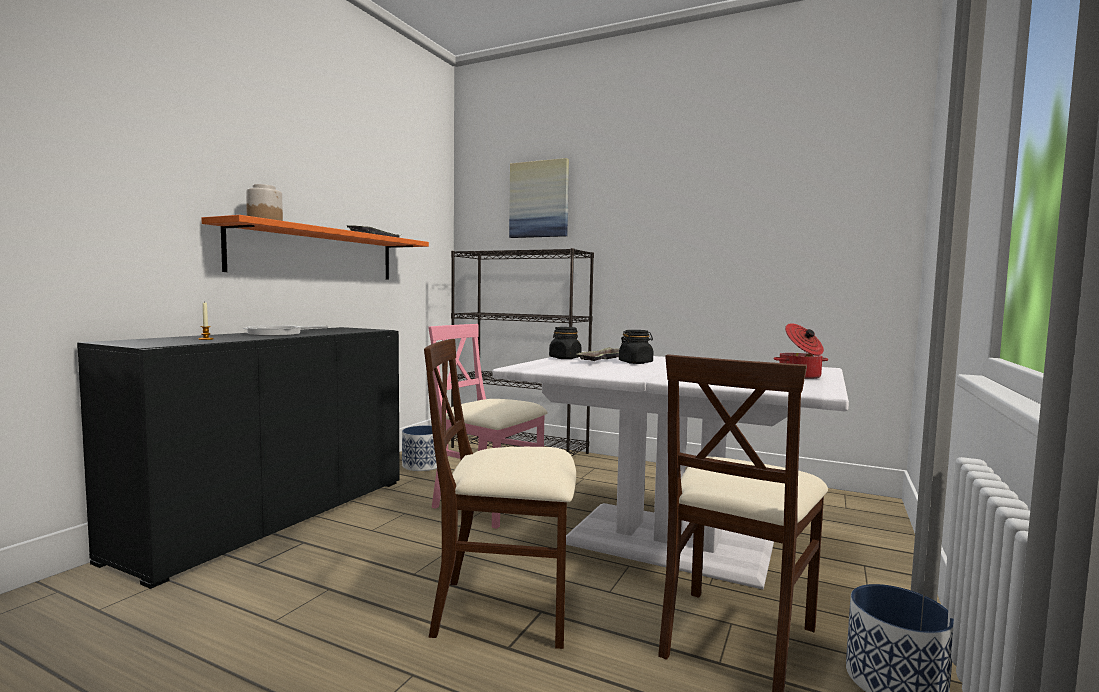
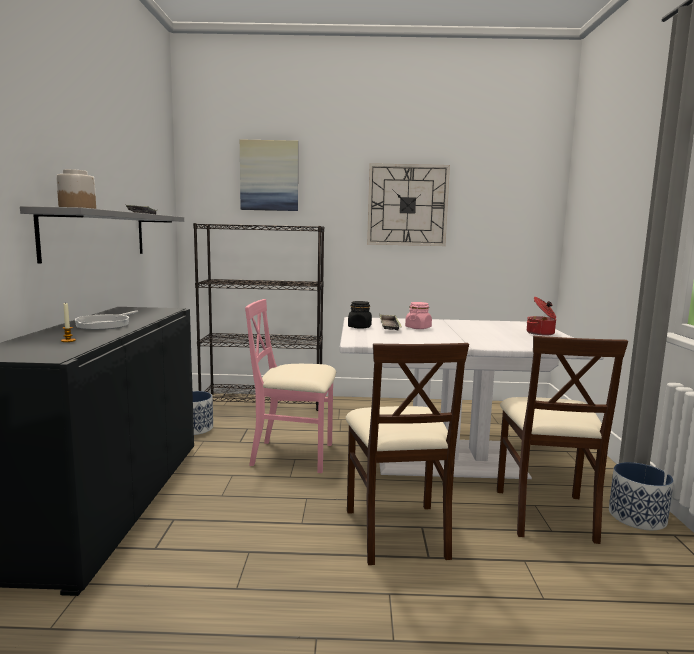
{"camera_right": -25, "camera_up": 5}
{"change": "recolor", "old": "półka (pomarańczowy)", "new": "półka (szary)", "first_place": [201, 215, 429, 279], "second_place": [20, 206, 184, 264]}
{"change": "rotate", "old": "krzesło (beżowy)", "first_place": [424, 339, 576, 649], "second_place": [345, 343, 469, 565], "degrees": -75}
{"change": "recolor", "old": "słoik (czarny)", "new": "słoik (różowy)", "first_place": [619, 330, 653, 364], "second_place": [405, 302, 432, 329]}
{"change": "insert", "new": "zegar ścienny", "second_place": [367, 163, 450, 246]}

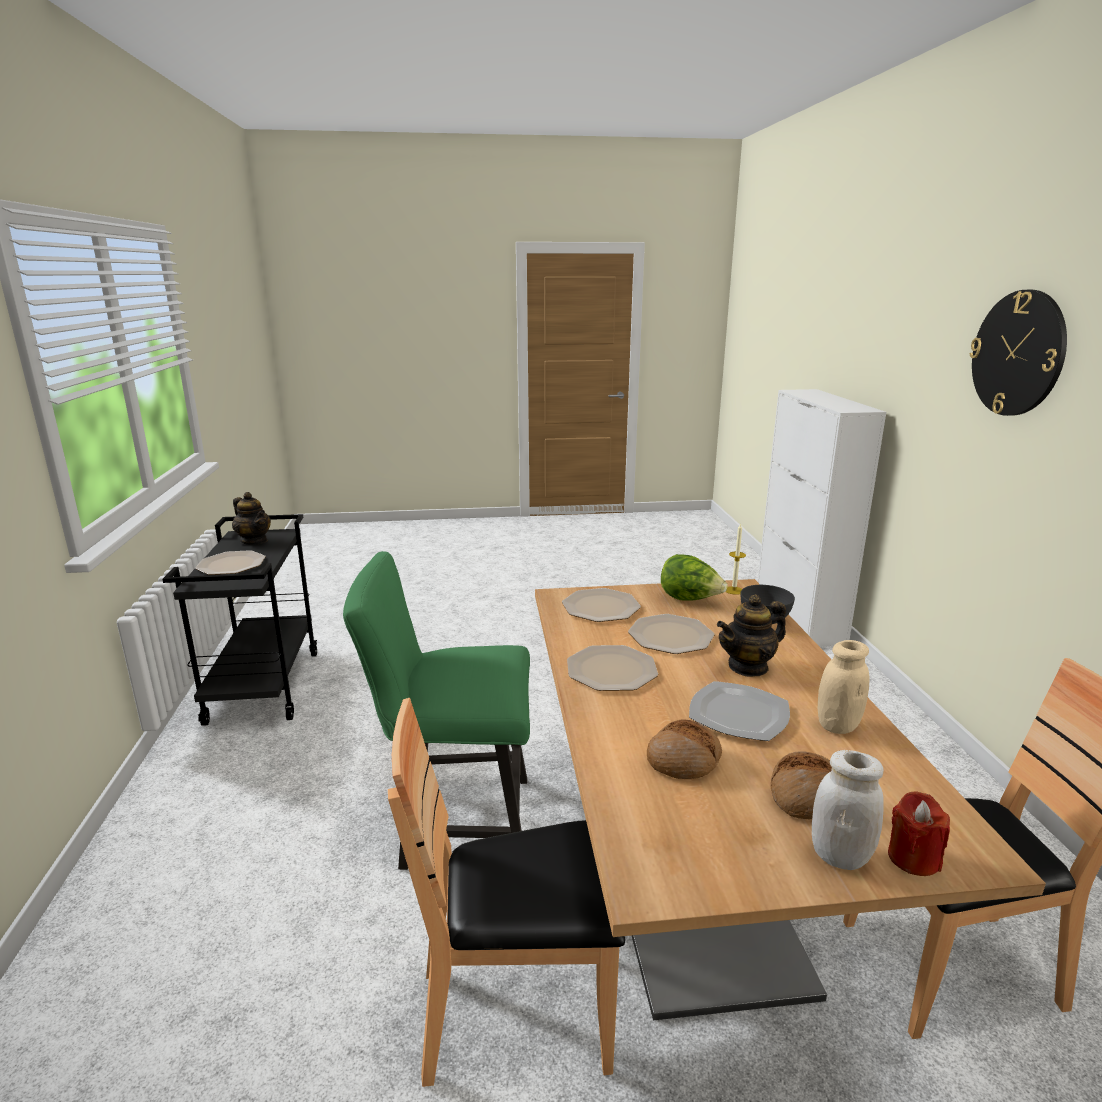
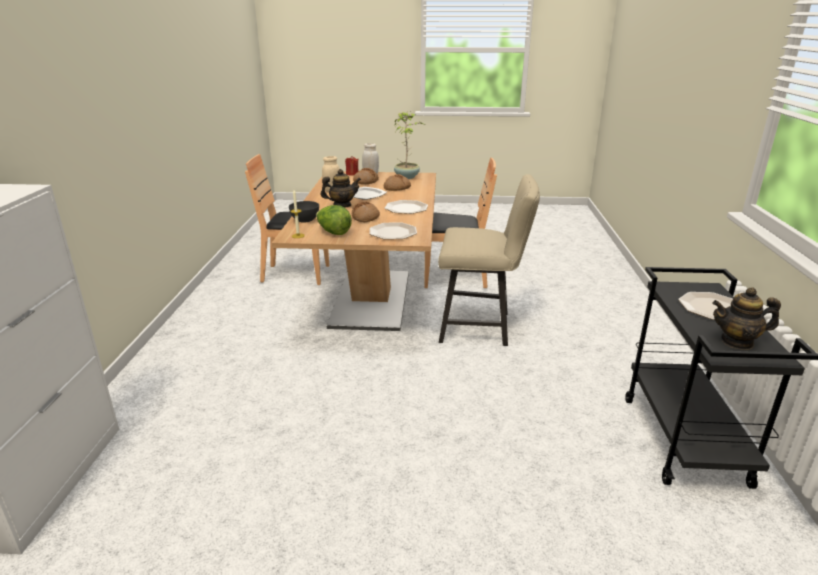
{"camera_right": -170, "camera_up": 5}
{"change": "rotate", "old": "imbryk", "first_place": [232, 492, 271, 545], "second_place": [712, 287, 781, 350], "degrees": -45}
{"change": "recolor", "old": "krzesło (zielony)", "new": "krzesło (beżowy)", "first_place": [343, 551, 530, 870], "second_place": [438, 174, 540, 346]}
{"change": "replace", "old": "talerz", "new": "chleb", "first_place": [628, 614, 715, 654], "second_place": [352, 201, 380, 222]}
{"change": "delete", "old": "zegar ścienny", "first_place": [970, 290, 1067, 416]}
{"change": "insert", "new": "roślina doniczkowa", "second_place": [394, 111, 425, 179]}

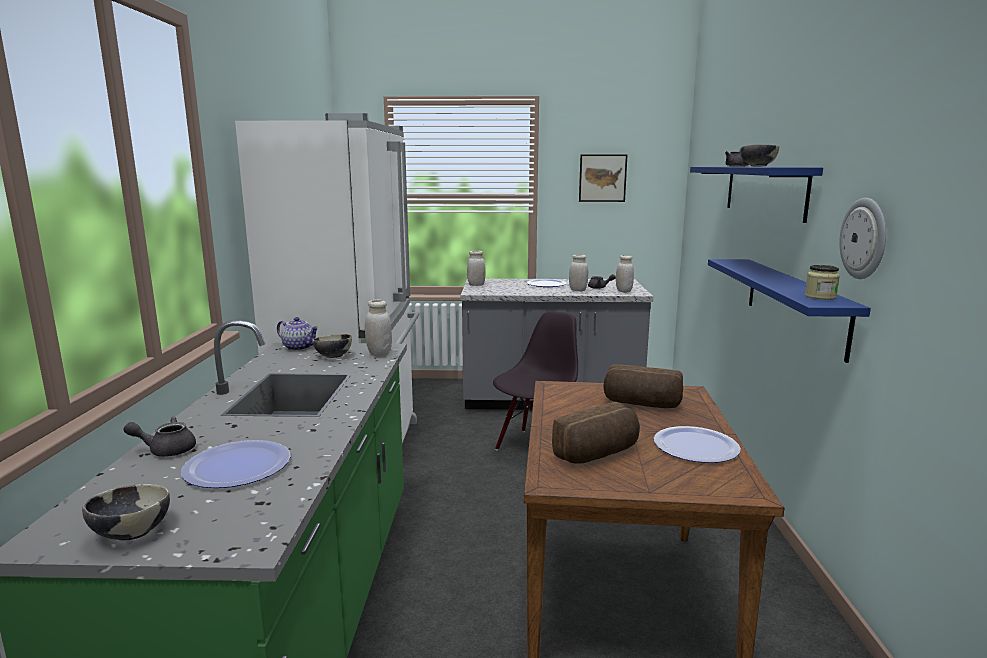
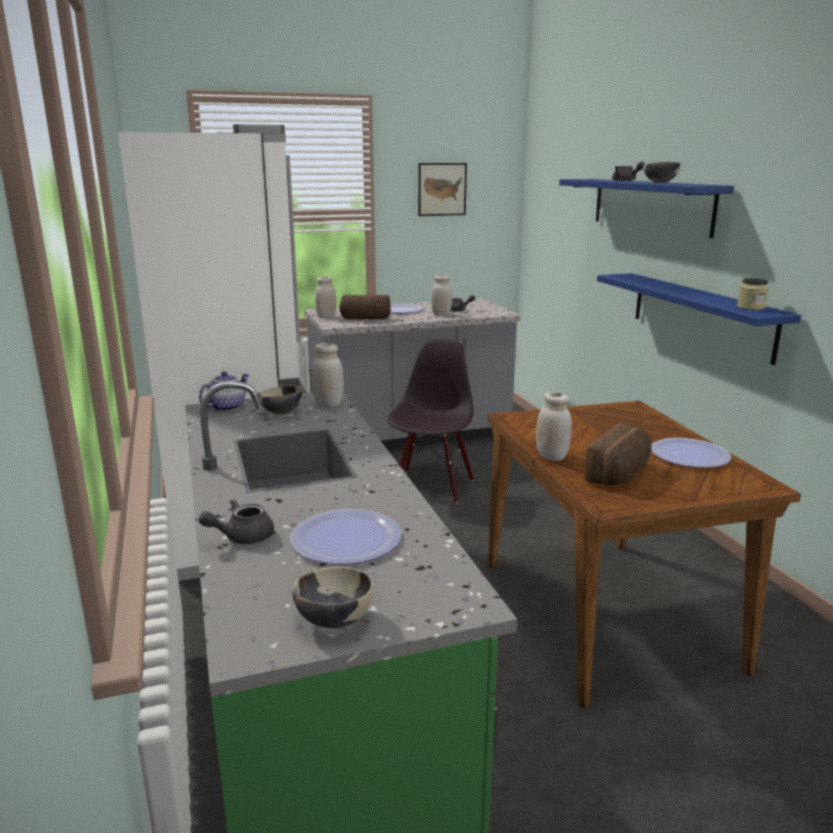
{"camera_right": -20, "camera_up": 5}
{"change": "rotate", "old": "imbryk", "first_place": [277, 317, 319, 351], "second_place": [199, 372, 250, 411], "degrees": -60}
{"change": "move", "old": "chleb", "first_place": [603, 364, 683, 408], "second_place": [340, 295, 391, 319]}
{"change": "move", "old": "słoik (biały)", "first_place": [616, 255, 634, 292], "second_place": [536, 392, 572, 461]}
{"change": "delete", "old": "zegar ścienny", "first_place": [839, 198, 886, 279]}

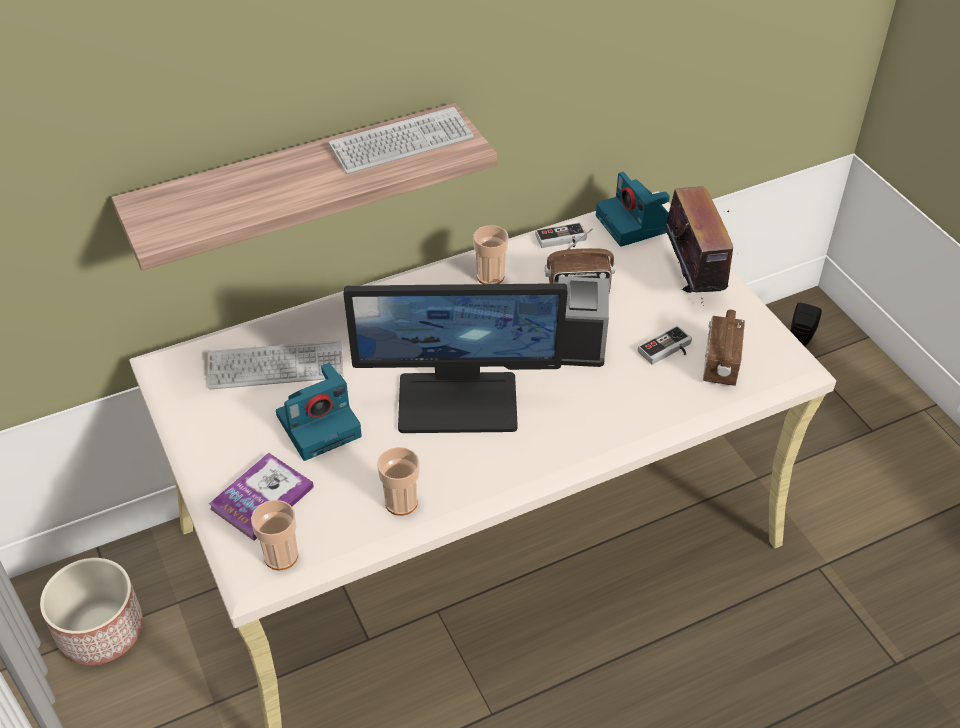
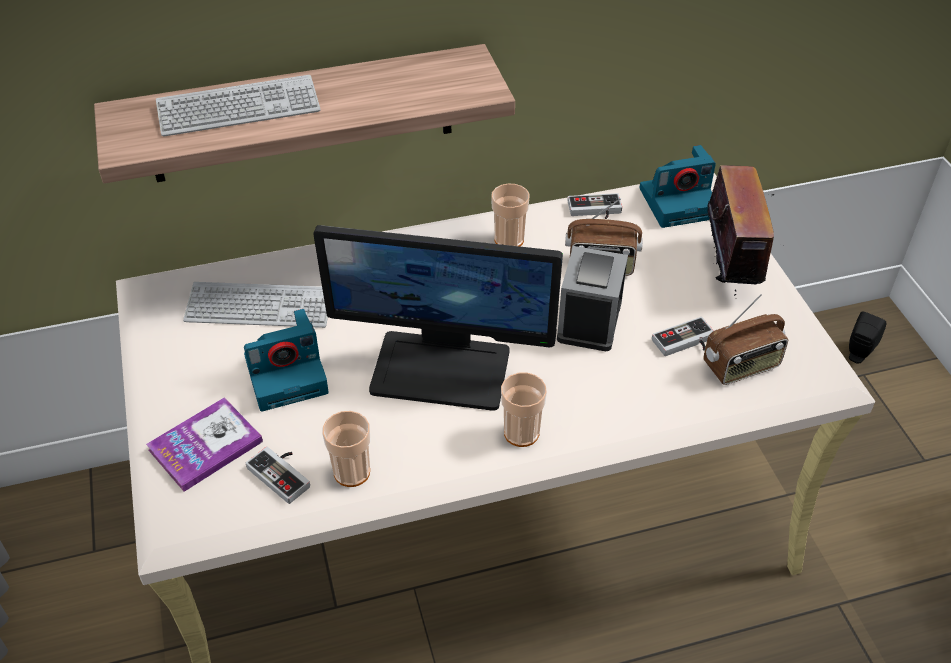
{"camera_right": 10, "camera_up": 0}
{"change": "delete", "old": "donica", "first_place": [40, 558, 143, 665]}
{"change": "move", "old": "filiżanka", "first_place": [251, 500, 298, 571], "second_place": [501, 372, 547, 447]}
{"change": "move", "old": "klawiatura", "first_place": [329, 107, 474, 174], "second_place": [156, 75, 321, 137]}
{"change": "rotate", "old": "aparat fotograficzny", "first_place": [596, 172, 670, 247], "second_place": [640, 145, 716, 228], "degrees": -90}
{"change": "rotate", "old": "radio", "first_place": [703, 310, 745, 386], "second_place": [703, 294, 788, 385], "degrees": -135}
{"change": "insert", "new": "pad do gier", "second_place": [246, 447, 310, 504]}

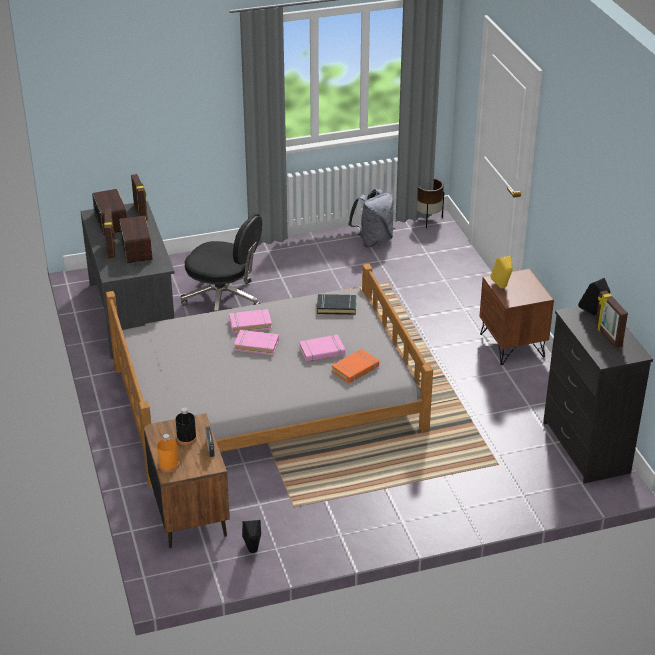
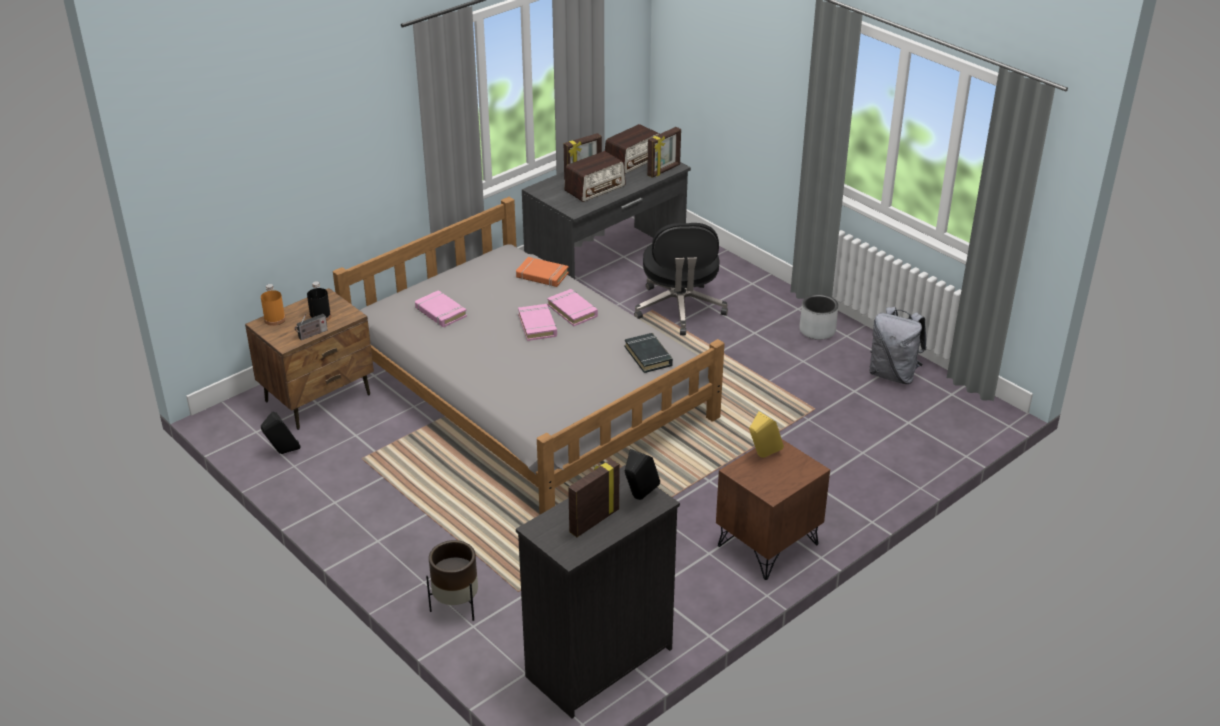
{"camera_right": 65, "camera_up": 0}
{"change": "move", "old": "książka (różowy)", "first_place": [299, 335, 345, 362], "second_place": [415, 290, 467, 327]}
{"change": "move", "old": "książka (pomarańczowy)", "first_place": [331, 349, 379, 383], "second_place": [516, 257, 569, 287]}
{"change": "move", "old": "donica (brązowy)", "first_place": [417, 178, 444, 228], "second_place": [426, 540, 478, 621]}
{"change": "insert", "new": "donica (szary)", "second_place": [799, 294, 838, 340]}

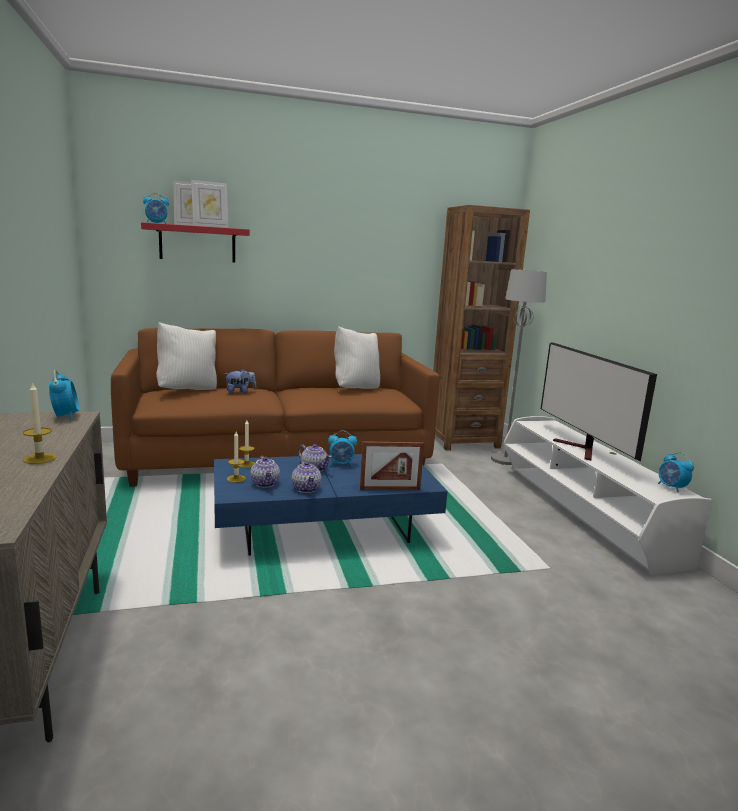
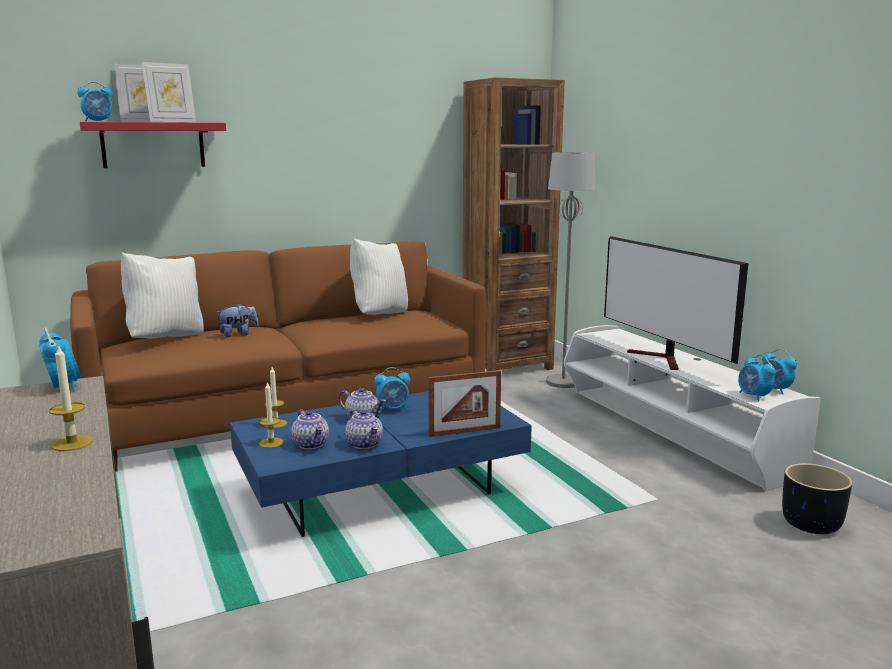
{"camera_right": -10, "camera_up": 0}
{"change": "insert", "new": "budzik", "second_place": [738, 354, 775, 401]}
{"change": "insert", "new": "donica (czarny)", "second_place": [782, 463, 853, 534]}

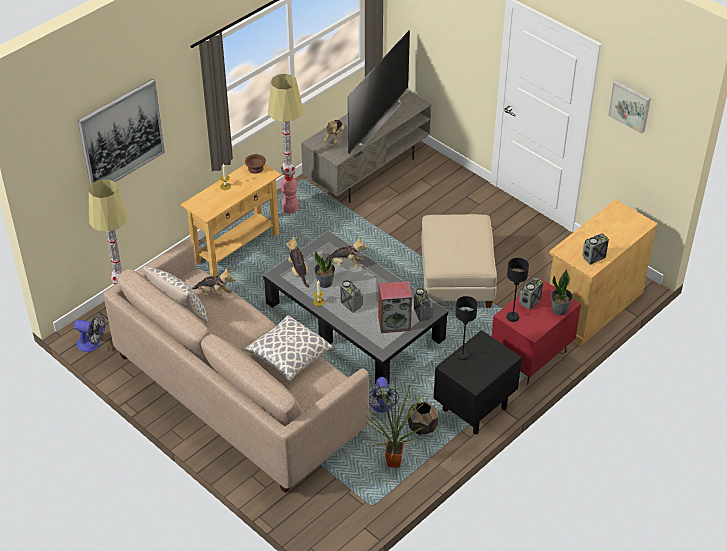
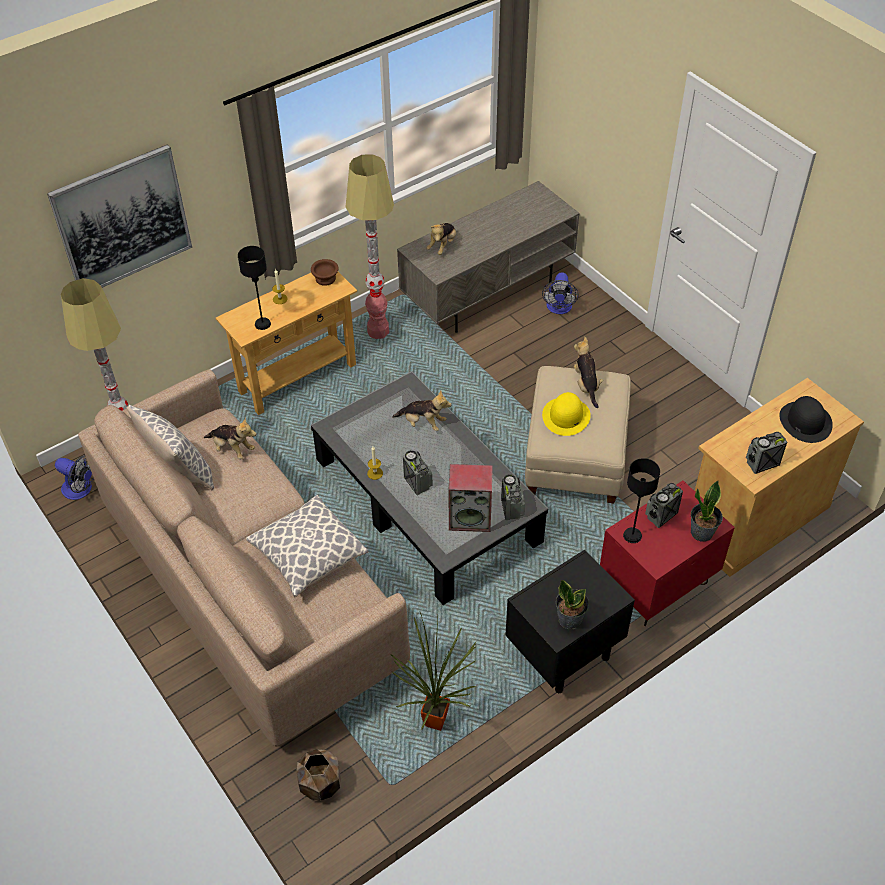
{"camera_right": 10, "camera_up": 5}
{"change": "move", "old": "pluszak", "first_place": [286, 236, 311, 288], "second_place": [574, 337, 603, 408]}
{"change": "move", "old": "roślina doniczkowa", "first_place": [314, 251, 335, 288], "second_place": [556, 580, 589, 629]}
{"change": "delete", "old": "telewizor", "first_place": [348, 30, 410, 154]}
{"change": "move", "old": "wentylator", "first_place": [369, 377, 399, 413], "second_place": [542, 272, 578, 314]}
{"change": "move", "old": "donica (brązowy)", "first_place": [408, 401, 438, 435], "second_place": [296, 749, 341, 801]}
{"change": "move", "old": "lampa stołowa (czarny)", "first_place": [455, 296, 478, 361], "second_place": [238, 246, 271, 330]}
{"change": "delete", "old": "obraz", "first_place": [608, 80, 651, 134]}
{"change": "insert", "new": "kapelusz (żółty)", "second_place": [542, 392, 591, 436]}
{"change": "insert", "new": "kapelusz (czarny)", "second_place": [779, 396, 833, 443]}

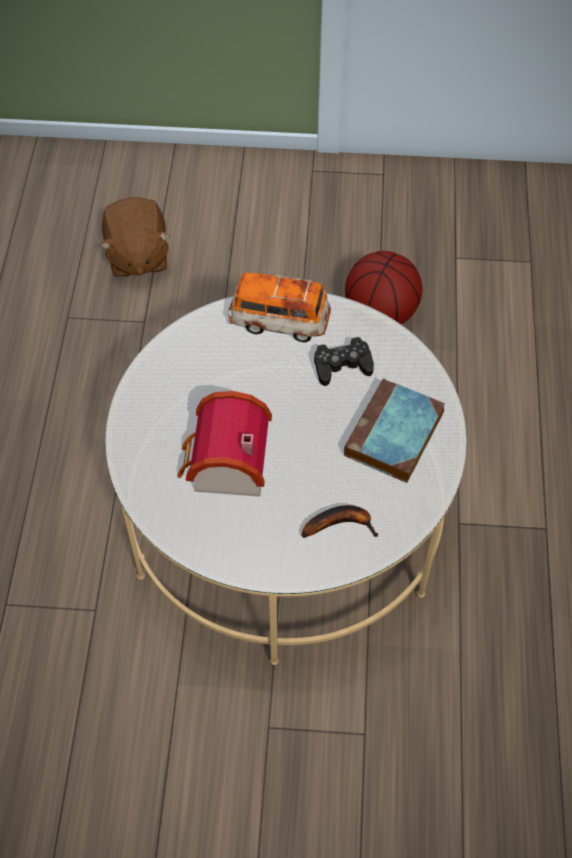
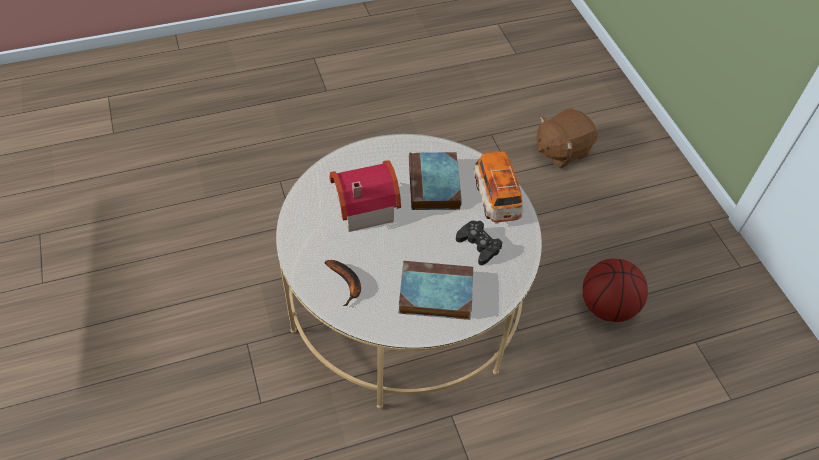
{"camera_right": 65, "camera_up": -5}
{"change": "insert", "new": "książka", "second_place": [409, 152, 462, 210]}

